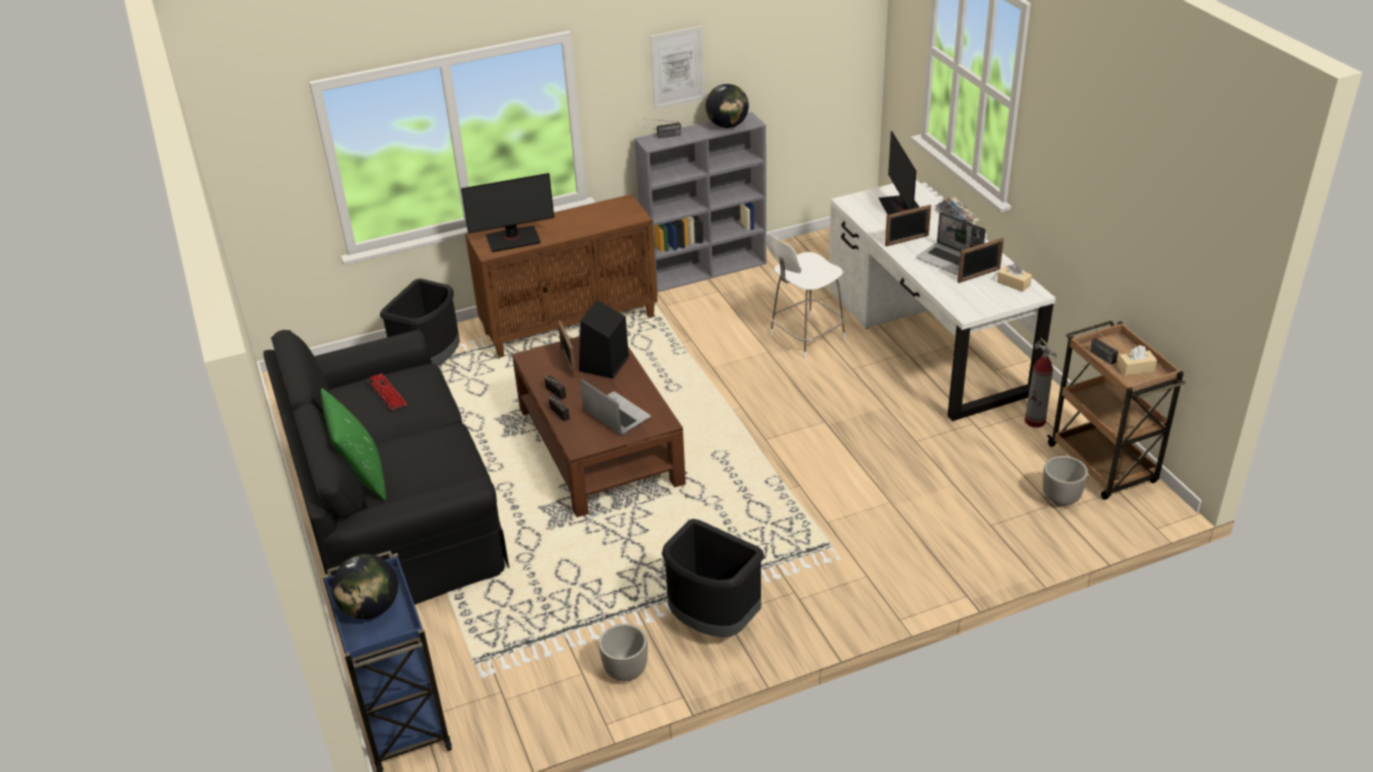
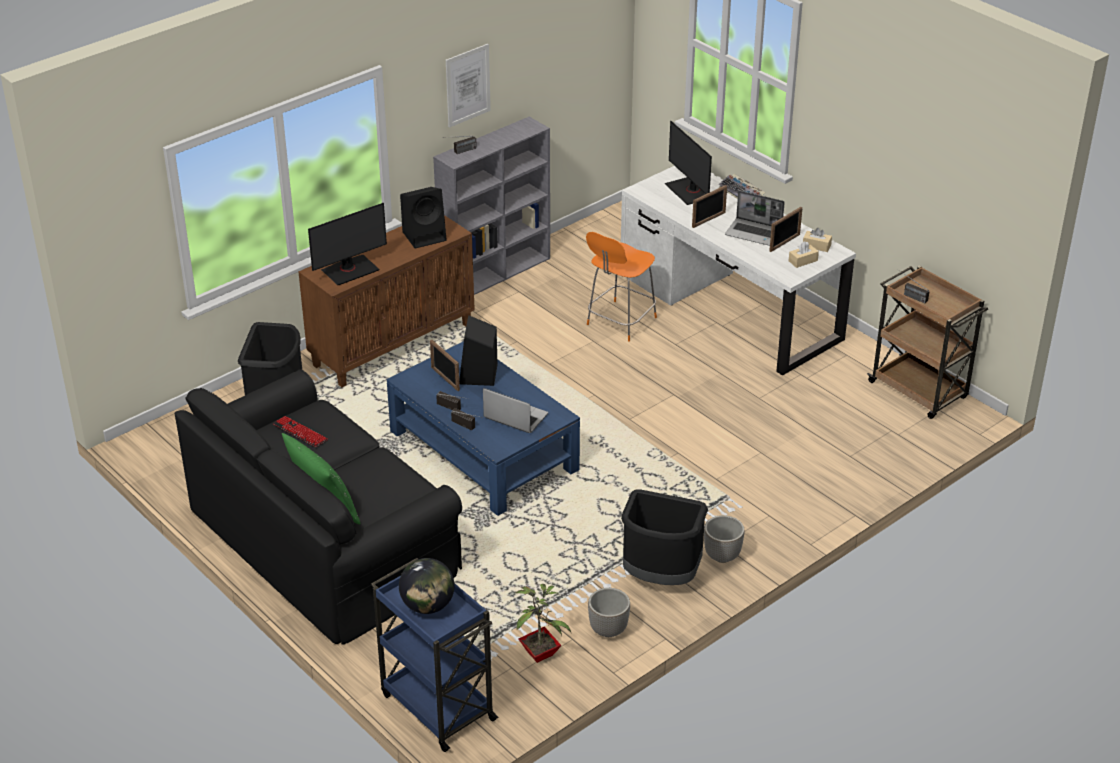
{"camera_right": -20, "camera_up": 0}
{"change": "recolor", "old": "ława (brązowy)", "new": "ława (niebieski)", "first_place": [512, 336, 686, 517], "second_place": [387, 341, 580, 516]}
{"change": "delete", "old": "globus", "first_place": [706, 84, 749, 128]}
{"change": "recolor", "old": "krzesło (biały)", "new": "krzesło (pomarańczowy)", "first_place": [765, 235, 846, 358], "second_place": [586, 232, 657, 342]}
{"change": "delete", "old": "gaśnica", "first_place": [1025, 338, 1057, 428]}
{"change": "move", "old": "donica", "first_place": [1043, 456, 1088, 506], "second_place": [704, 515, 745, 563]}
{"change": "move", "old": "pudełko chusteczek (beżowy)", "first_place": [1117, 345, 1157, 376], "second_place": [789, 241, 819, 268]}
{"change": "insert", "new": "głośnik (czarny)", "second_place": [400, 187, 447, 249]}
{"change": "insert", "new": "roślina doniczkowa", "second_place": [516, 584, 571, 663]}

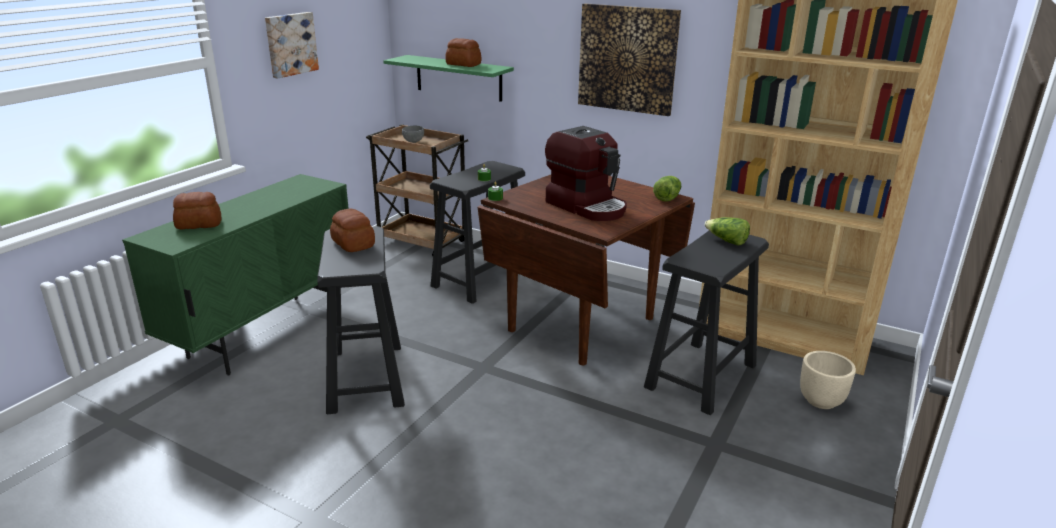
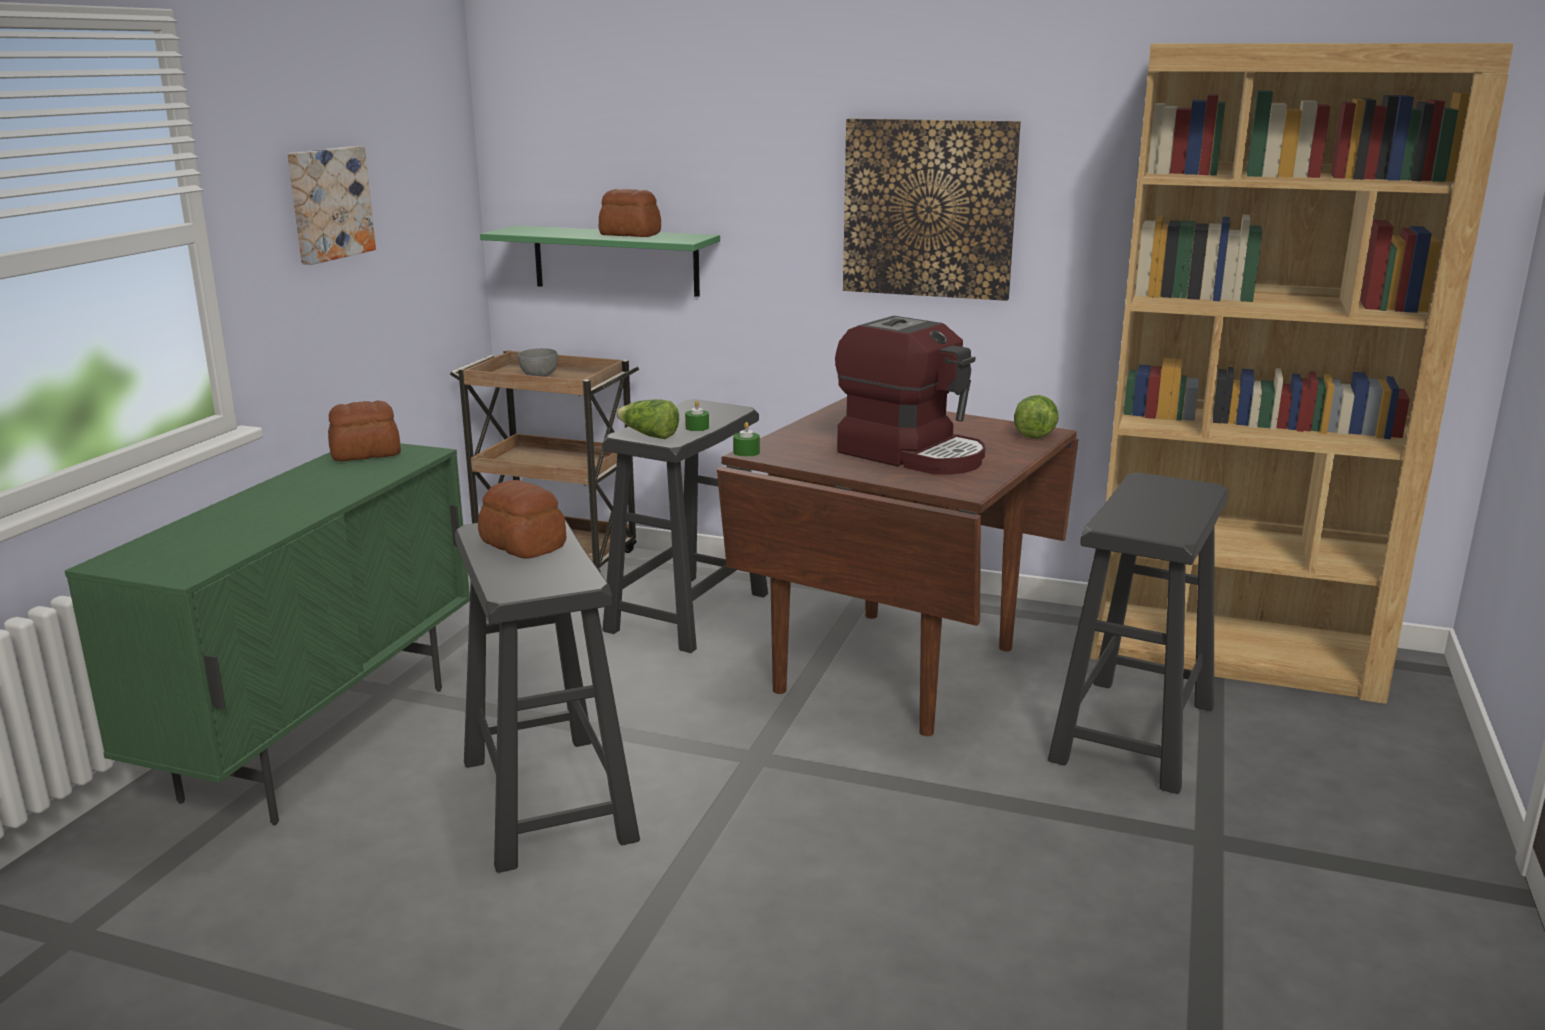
{"camera_right": -10, "camera_up": -5}
{"change": "move", "old": "chleb", "first_place": [173, 192, 222, 230], "second_place": [328, 401, 401, 461]}
{"change": "move", "old": "sałata", "first_place": [705, 217, 750, 245], "second_place": [616, 399, 679, 439]}
{"change": "delete", "old": "donica (beżowy)", "first_place": [800, 351, 856, 409]}

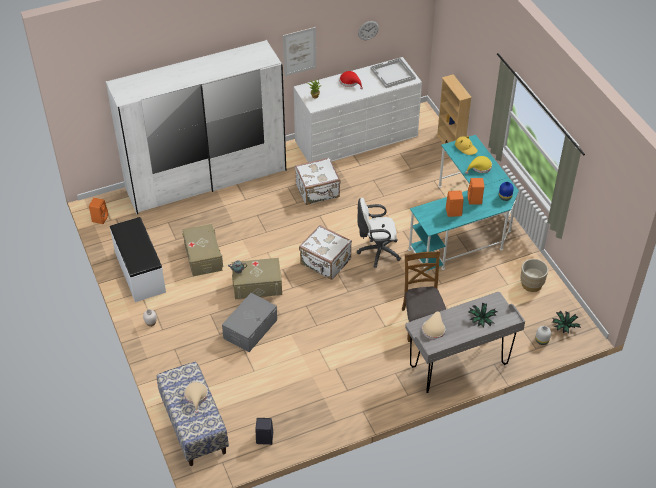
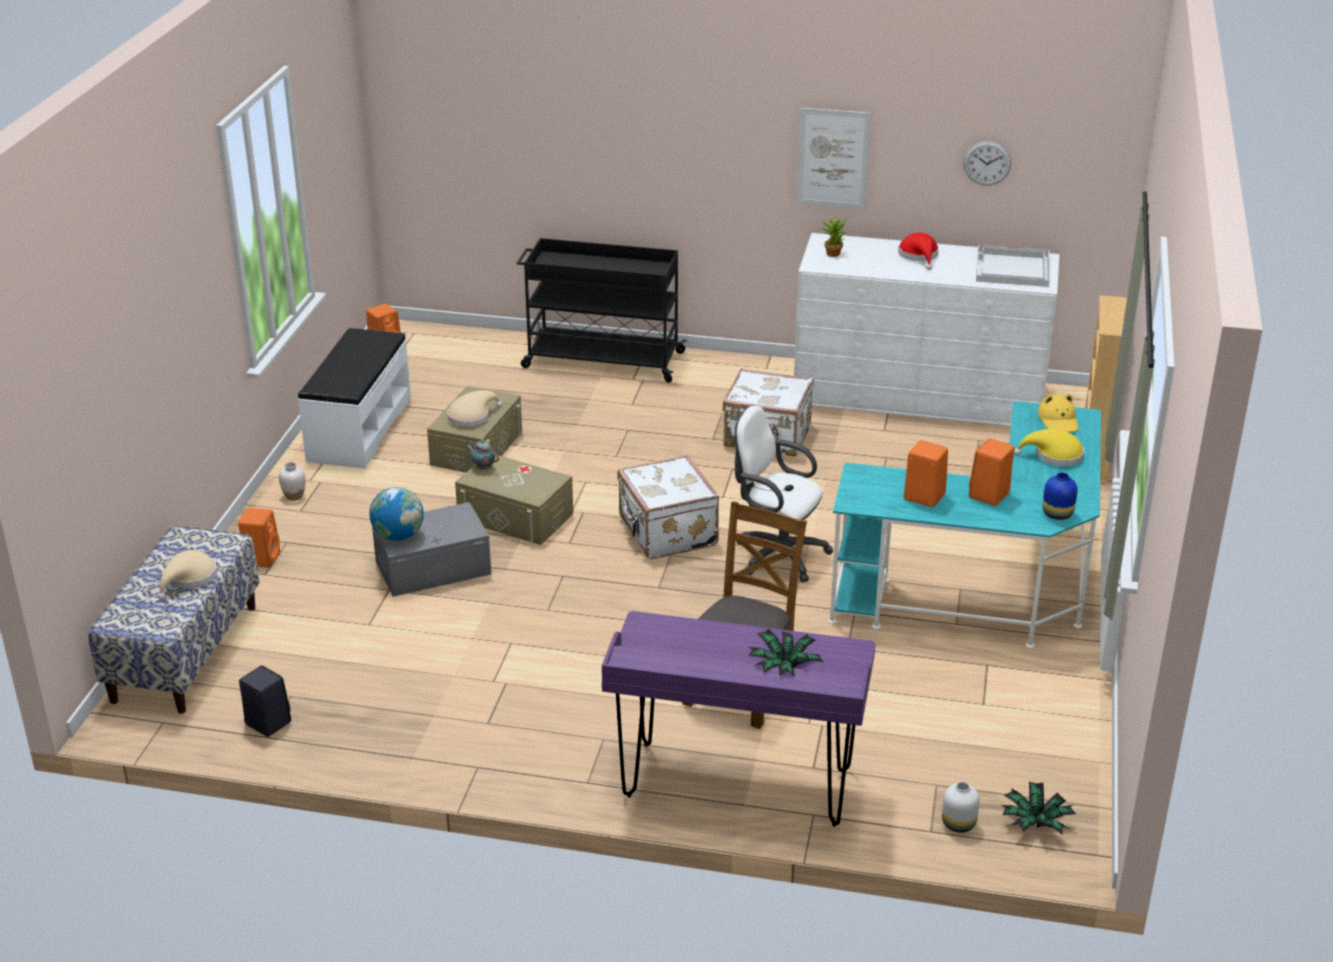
{"camera_right": 35, "camera_up": -15}
{"change": "replace", "old": "szafa (biały)", "new": "wózek (czarny)", "first_place": [106, 40, 286, 214], "second_place": [517, 238, 687, 383]}
{"change": "recolor", "old": "biurko (szary)", "new": "biurko (fioletowy)", "first_place": [405, 292, 525, 393], "second_place": [602, 611, 875, 827]}
{"change": "move", "old": "kapelusz (beżowy)", "first_place": [422, 311, 445, 340], "second_place": [447, 390, 502, 427]}
{"change": "delete", "old": "donica (beżowy)", "first_place": [520, 259, 548, 292]}
{"change": "insert", "new": "głośnik (pomarańczowy)", "second_place": [238, 508, 280, 568]}
{"change": "insert", "new": "globus", "second_place": [369, 487, 424, 541]}

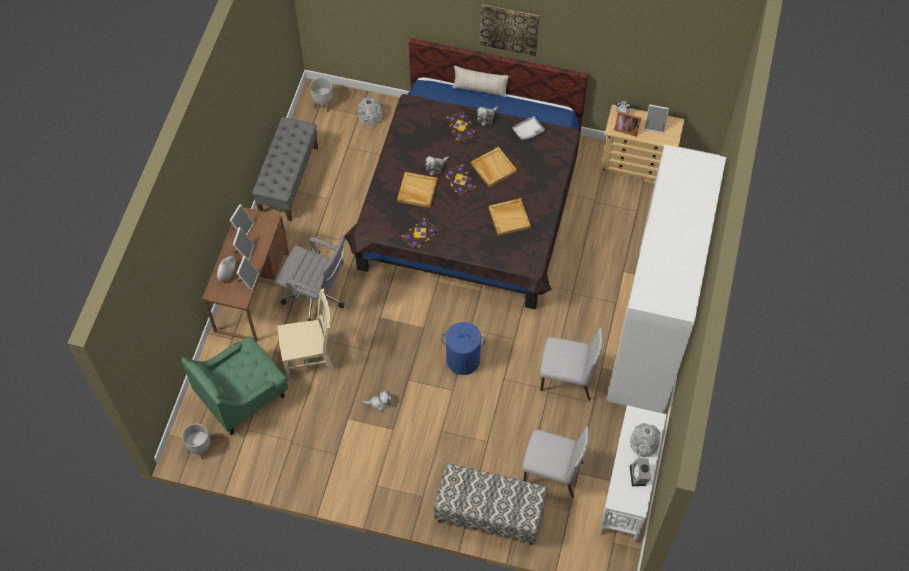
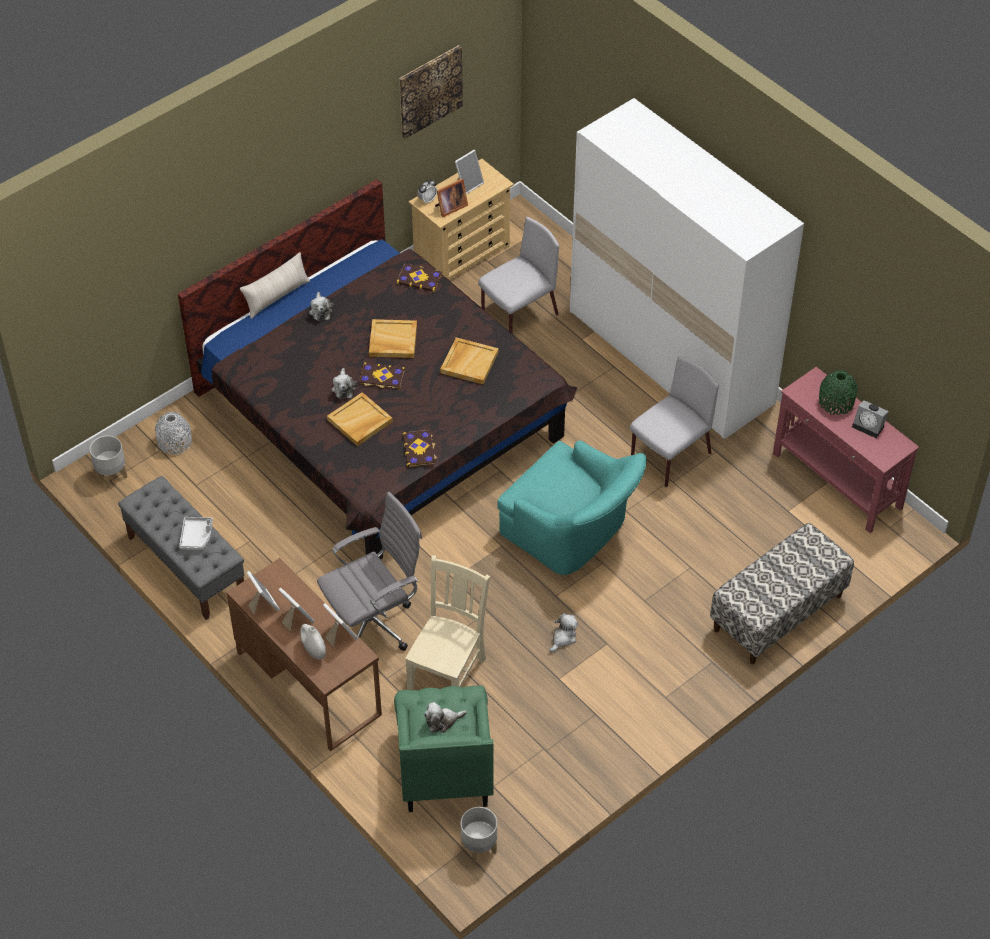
{"camera_right": -55, "camera_up": -10}
{"change": "replace", "old": "kosz na pranie (niebieski)", "new": "fotel (turkusowy)", "first_place": [441, 322, 485, 375], "second_place": [497, 440, 647, 575]}
{"change": "move", "old": "książka", "first_place": [447, 112, 475, 141], "second_place": [397, 264, 442, 292]}
{"change": "move", "old": "obraz", "first_place": [480, 4, 540, 56], "second_place": [399, 45, 463, 139]}
{"change": "move", "old": "taca (szary)", "first_place": [513, 116, 545, 140], "second_place": [179, 517, 213, 550]}
{"change": "move", "old": "krzesło (szary)", "first_place": [522, 426, 589, 498], "second_place": [478, 217, 559, 333]}
{"change": "recolor", "old": "stolik konsolowy (biały)", "new": "stolik konsolowy (czerwony)", "first_place": [599, 405, 667, 543], "second_place": [773, 367, 919, 533]}
{"change": "recolor", "old": "wazon (szary)", "new": "wazon (zielony)", "first_place": [630, 423, 660, 457], "second_place": [819, 370, 858, 415]}
{"change": "insert", "new": "pluszak", "second_place": [424, 702, 467, 732]}

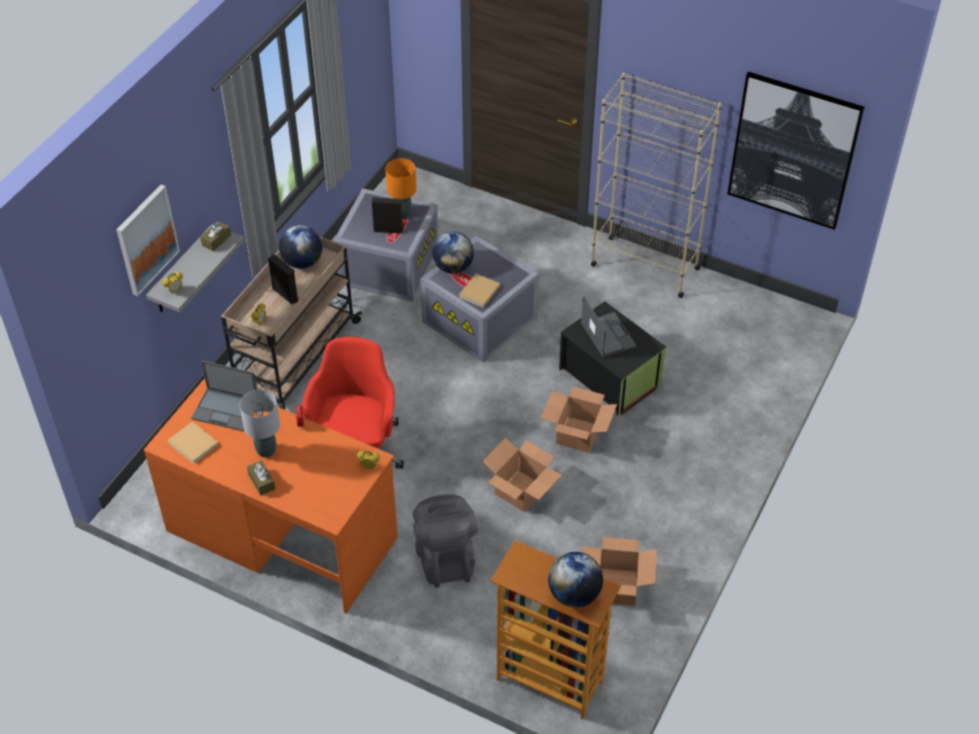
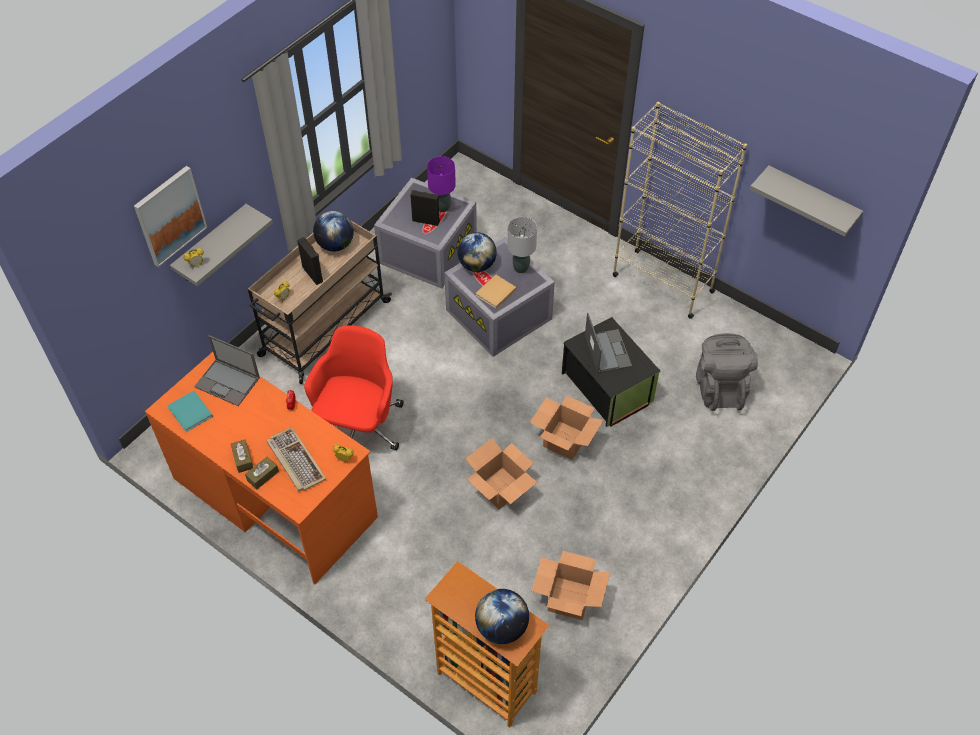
{"camera_right": 10, "camera_up": 5}
{"change": "recolor", "old": "książka (beżowy)", "new": "książka (turkusowy)", "first_place": [167, 421, 219, 464], "second_place": [167, 391, 213, 432]}
{"change": "move", "old": "pudełko chusteczek (brązowy)", "first_place": [200, 221, 231, 251], "second_place": [245, 456, 279, 490]}
{"change": "move", "old": "lampa stołowa (szary)", "first_place": [240, 389, 280, 458], "second_place": [507, 217, 537, 273]}
{"change": "recolor", "old": "lampa stołowa (pomarańczowy)", "new": "lampa stołowa (fioletowy)", "first_place": [386, 158, 417, 219], "second_place": [427, 156, 456, 212]}
{"change": "move", "old": "plecak (szary)", "first_place": [413, 494, 478, 588], "second_place": [696, 333, 758, 411]}
{"change": "replace", "old": "obraz", "new": "półka (szary)", "first_place": [727, 72, 865, 230], "second_place": [750, 165, 863, 237]}
{"change": "insert", "new": "klawiatura", "second_place": [267, 427, 326, 492]}

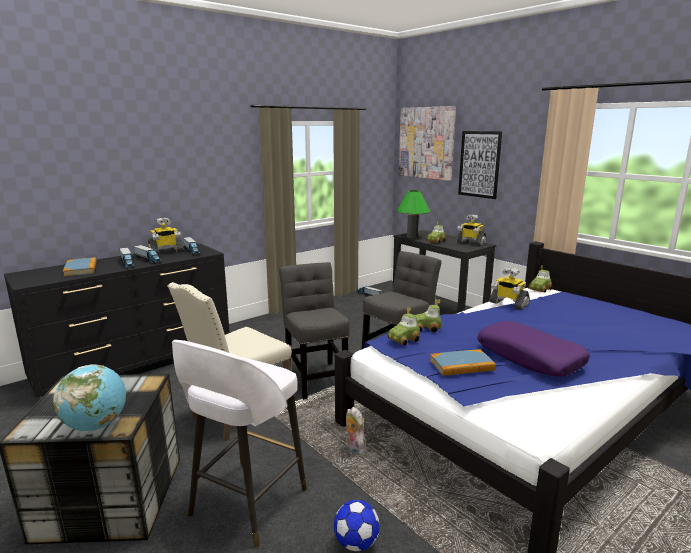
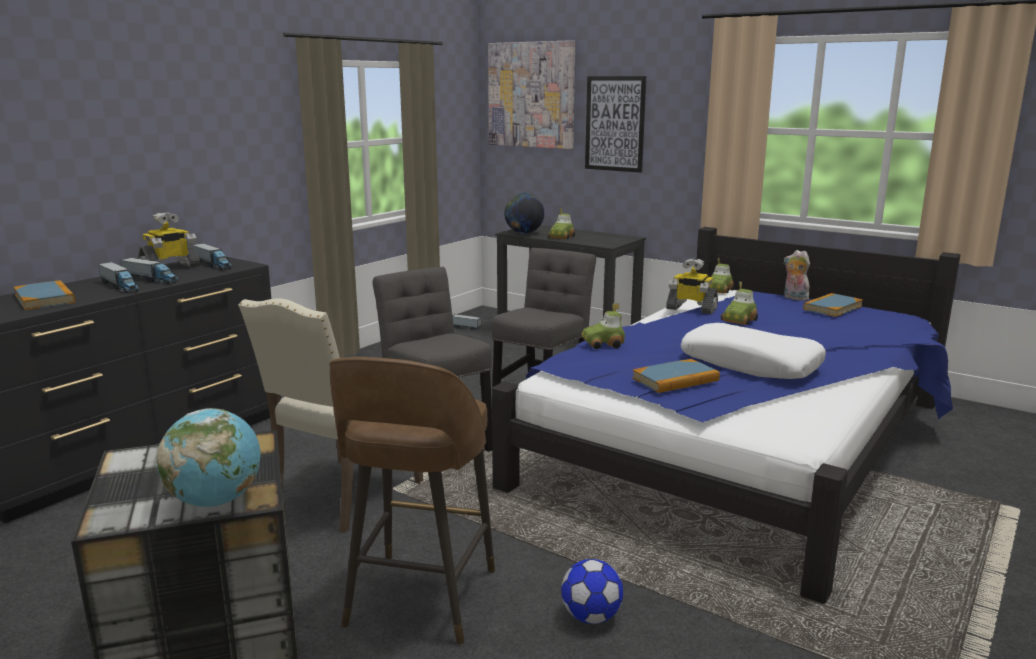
{"camera_right": -15, "camera_up": 0}
{"change": "recolor", "old": "stołek (biały)", "new": "stołek (brązowy)", "first_place": [172, 340, 307, 547], "second_place": [329, 357, 495, 645]}
{"change": "move", "old": "pluszak", "first_place": [345, 407, 366, 457], "second_place": [784, 250, 810, 301]}
{"change": "move", "old": "samochodzik", "first_place": [388, 307, 420, 345], "second_place": [721, 282, 758, 325]}
{"change": "replace", "old": "lampa stołowa (zielony)", "new": "globus", "first_place": [397, 190, 430, 238], "second_place": [504, 193, 544, 234]}
{"change": "delete", "old": "robot zabawkowy", "first_place": [456, 214, 487, 246]}
{"change": "recolor", "old": "poduszka (fioletowy)", "new": "poduszka (biały)", "first_place": [477, 321, 590, 377], "second_place": [681, 323, 826, 379]}
{"change": "insert", "new": "książka", "second_place": [803, 293, 863, 317]}

